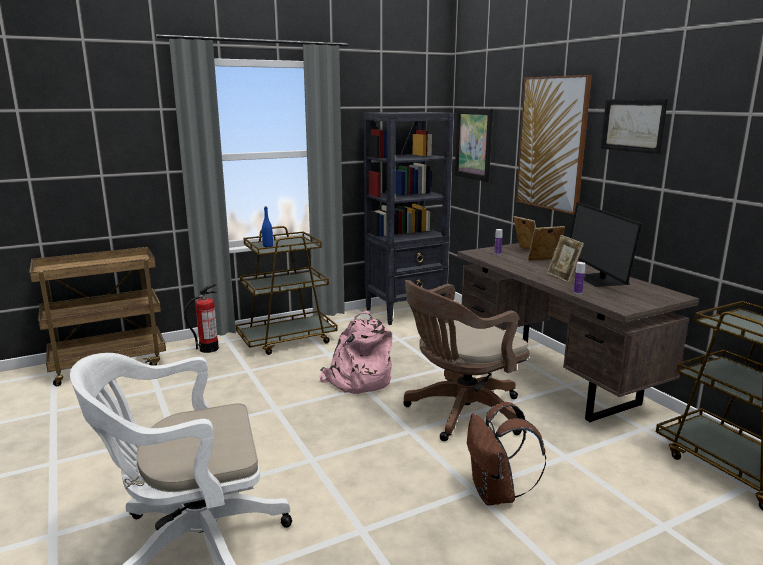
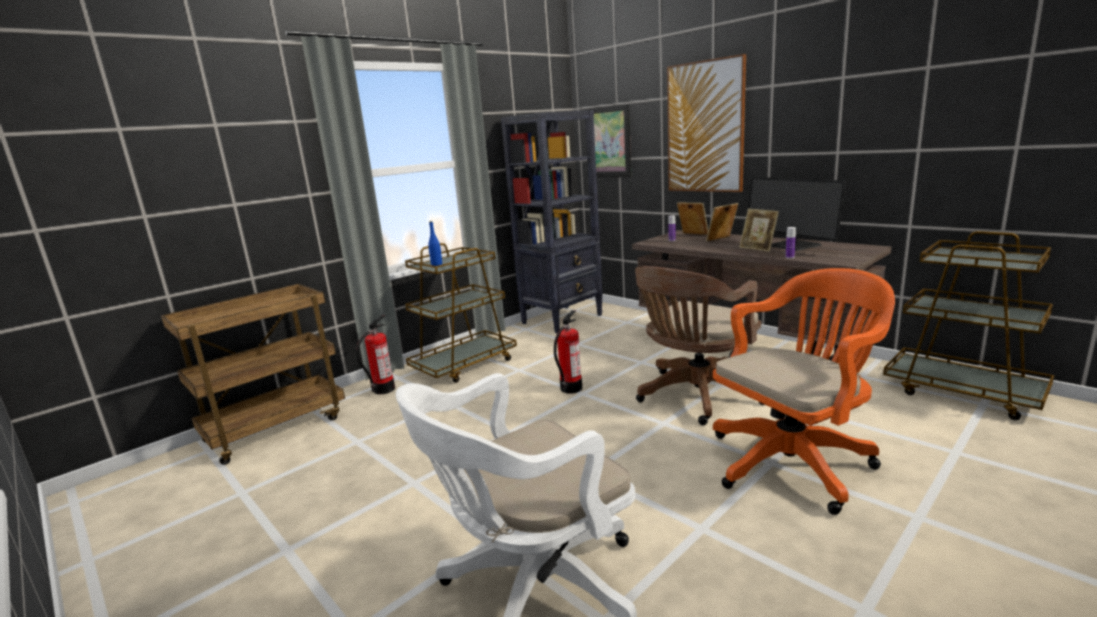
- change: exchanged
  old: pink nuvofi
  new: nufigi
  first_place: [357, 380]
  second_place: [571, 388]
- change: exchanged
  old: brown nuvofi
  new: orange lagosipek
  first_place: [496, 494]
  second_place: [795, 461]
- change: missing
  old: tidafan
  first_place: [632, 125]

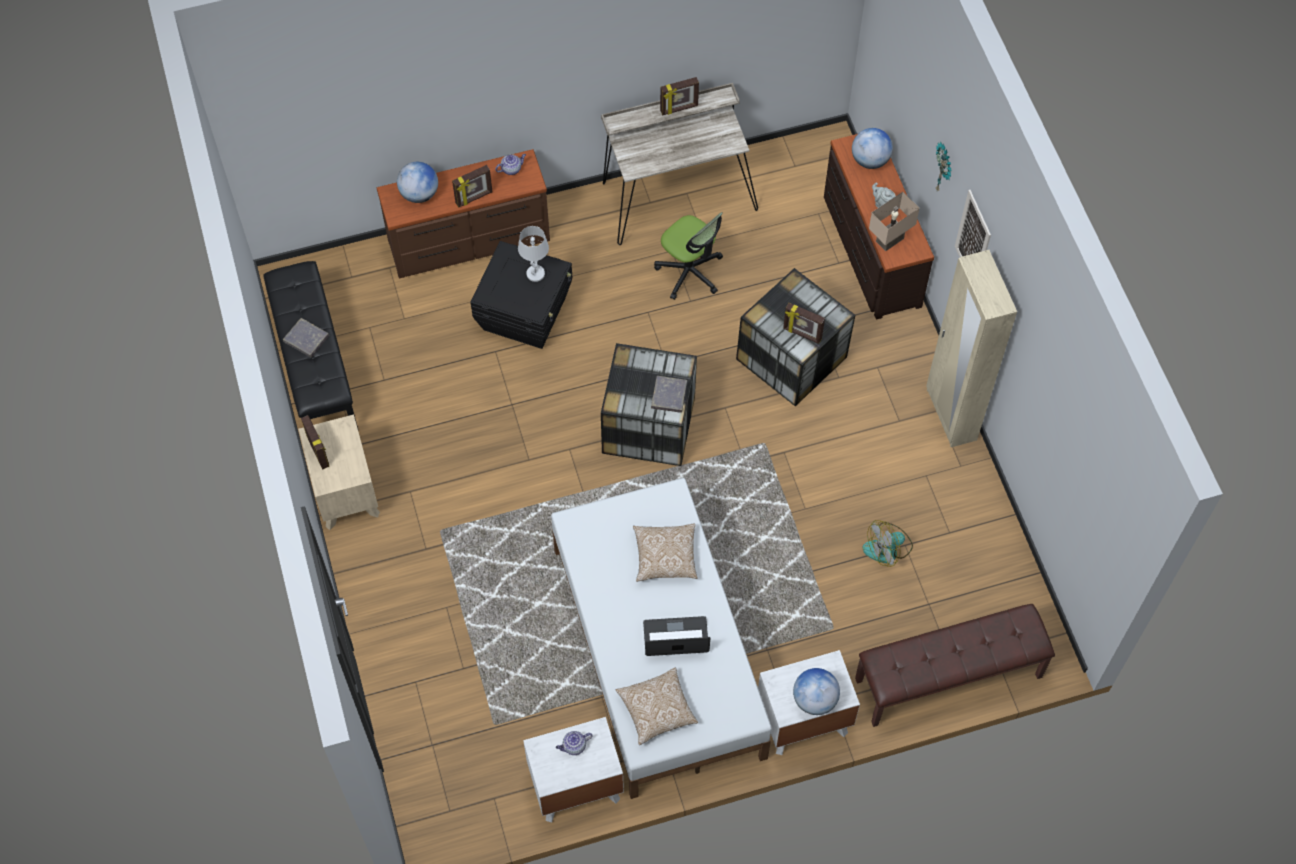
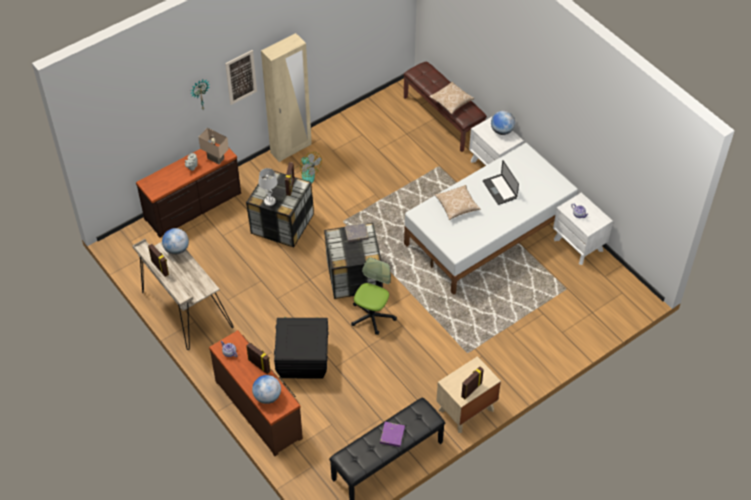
- change: colour
  old: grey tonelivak
  new: purple tonelivak
  first_place: [306, 339]
  second_place: [392, 435]
- change: relocated
  old: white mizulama
  first_place: [535, 274]
  second_place: [269, 201]
- change: relocated
  old: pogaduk
  first_place: [657, 710]
  second_place: [451, 102]
- change: relocated
  old: lagosipek
  first_place: [690, 272]
  second_place: [372, 316]
- change: relocated
  old: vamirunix
  first_place: [870, 160]
  second_place: [177, 249]
- change: relocated
  old: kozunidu
  first_place: [888, 548]
  second_place: [305, 174]

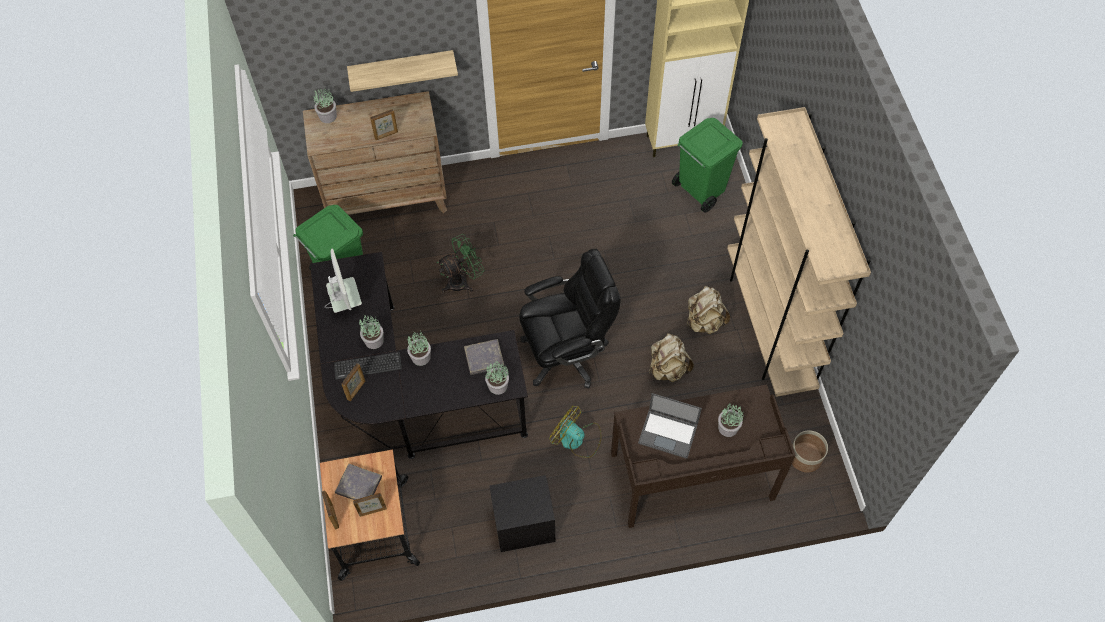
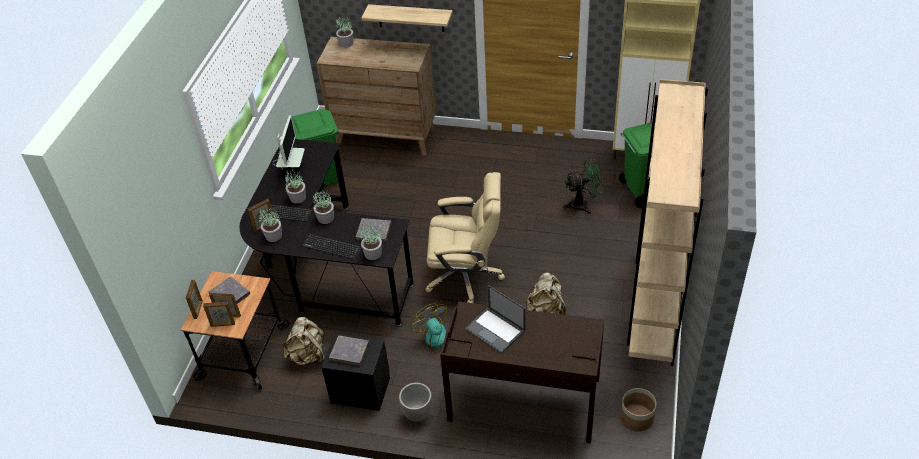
- change: relocated
  old: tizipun
  first_place: [386, 135]
  second_place: [222, 325]
- change: relocated
  old: green kozunidu
  first_place: [462, 281]
  second_place: [583, 204]
- change: colour
  old: black lagosipek
  new: beige lagosipek
  first_place: [566, 353]
  second_place: [466, 276]
- change: relocated
  old: beige nuvofi
  first_place: [704, 321]
  second_place: [308, 356]
- change: relocated
  old: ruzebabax
  first_place: [727, 428]
  second_place: [273, 236]
- change: appeared
  new: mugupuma
  second_place: [332, 247]
- change: appeared
  new: grey tonelivak
  second_place: [349, 352]
- change: appeared
  new: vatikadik
  second_place: [418, 414]

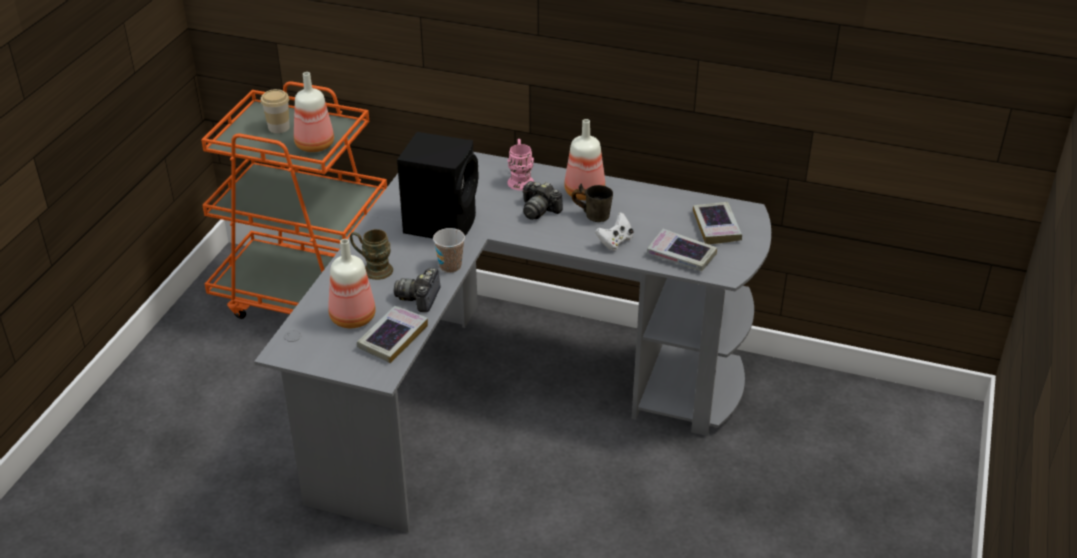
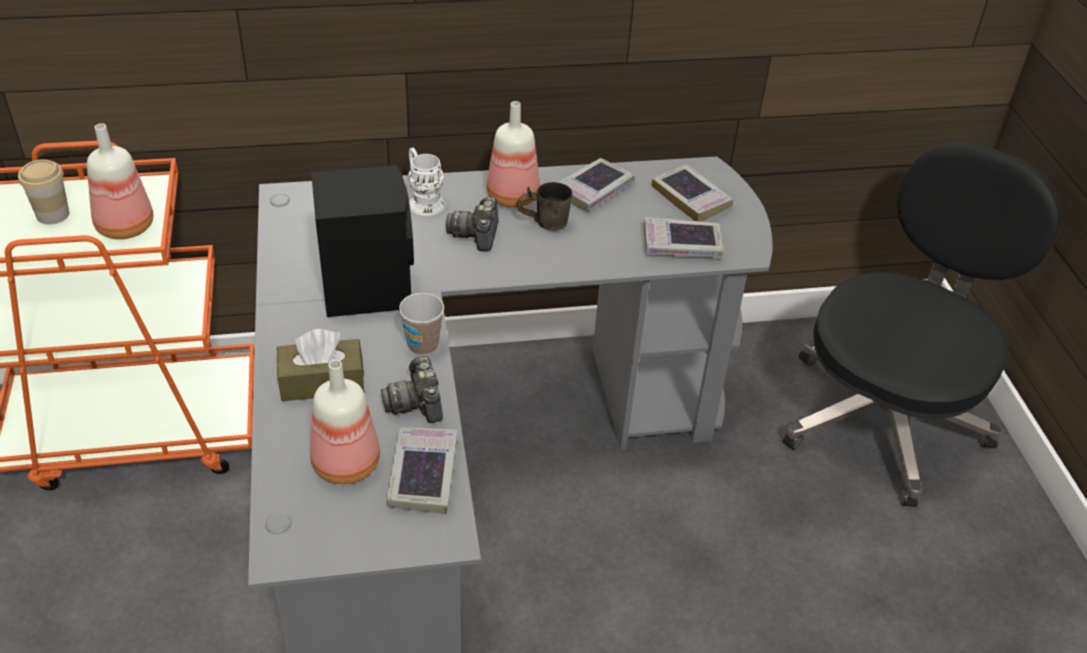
- change: exchanged
  old: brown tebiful
  new: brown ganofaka
  first_place: [372, 269]
  second_place: [322, 382]
- change: colour
  old: pink tebiful
  new: white tebiful
  first_place: [520, 179]
  second_place: [423, 200]
- change: spun
  old: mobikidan
  first_place: [539, 210]
  second_place: [476, 234]
  degrees: 90
- change: missing
  old: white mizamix
  first_place: [615, 242]
- change: appeared
  new: tonelivak
  second_place: [593, 190]
- change: appeared
  new: black lagosipek
  second_place: [884, 417]

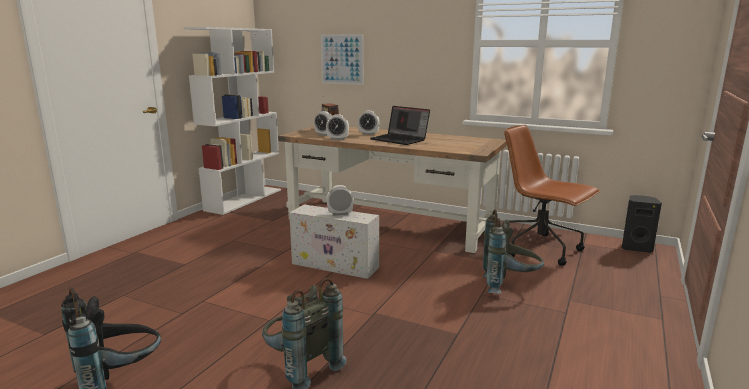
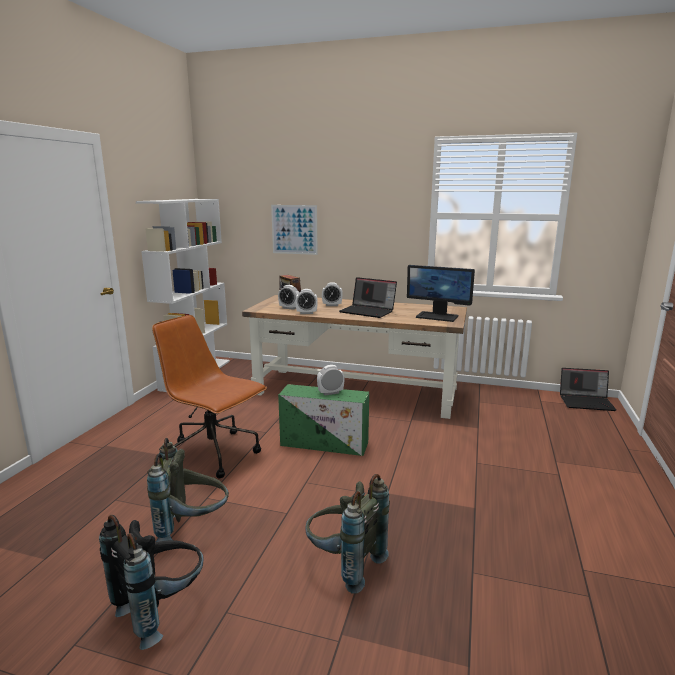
- change: colour
  old: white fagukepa
  new: green fagukepa
  first_place: [336, 266]
  second_place: [325, 444]
- change: relocated
  old: grey nuvofi
  first_place: [509, 286]
  second_place: [193, 527]
- change: relocated
  old: brown lagosipek
  first_place: [540, 249]
  second_place: [214, 454]
- change: exchanged
  old: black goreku
  new: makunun
  first_place: [636, 248]
  second_place: [586, 402]
- change: appeared
  new: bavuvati
  second_place: [437, 316]

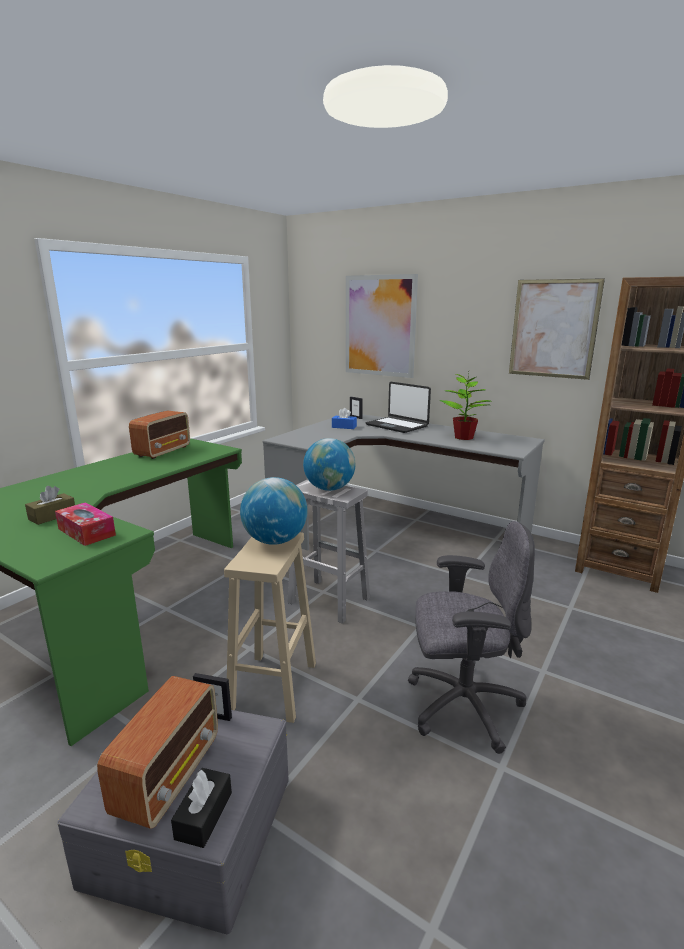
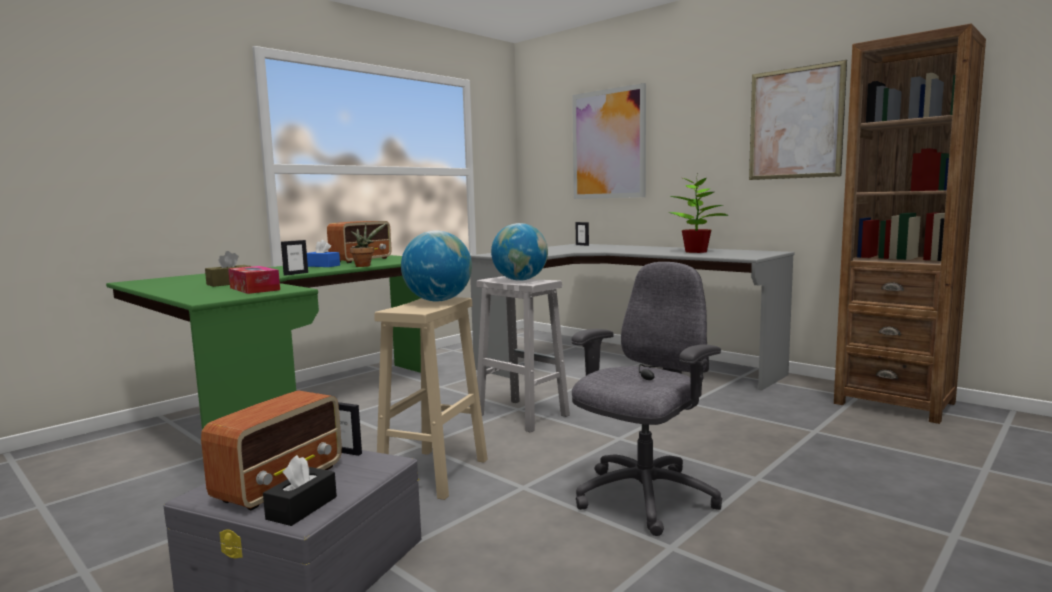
- change: relocated
  old: blue ganofaka
  first_place: [344, 427]
  second_place: [323, 266]
- change: missing
  old: makunun
  first_place: [397, 425]
- change: spun
  old: grey lagosipek
  first_place: [462, 705]
  second_place: [643, 498]
  degrees: -60
- change: appeared
  new: tizipun
  second_place: [296, 274]
- change: appeared
  new: ruzebabax
  second_place: [365, 266]

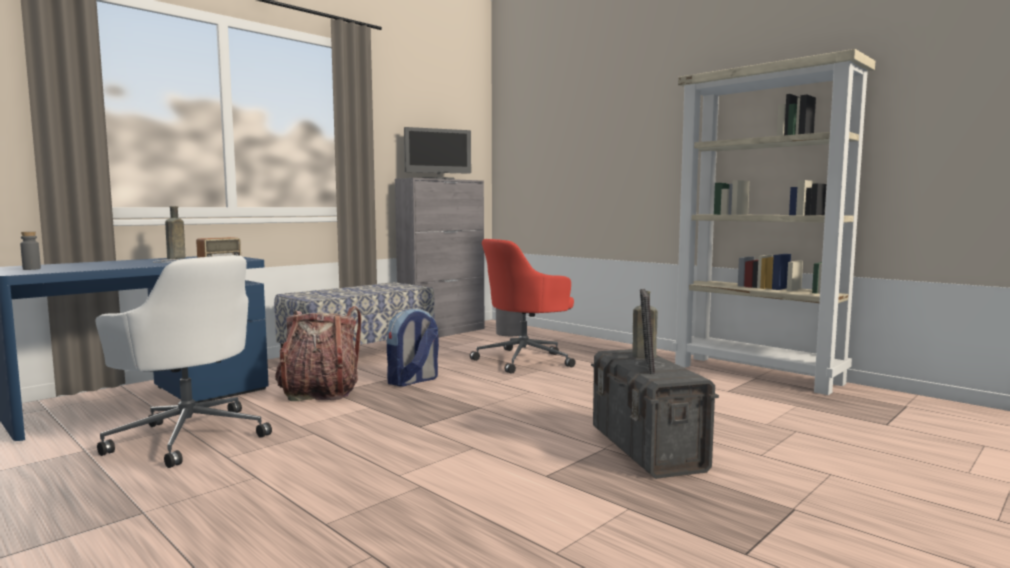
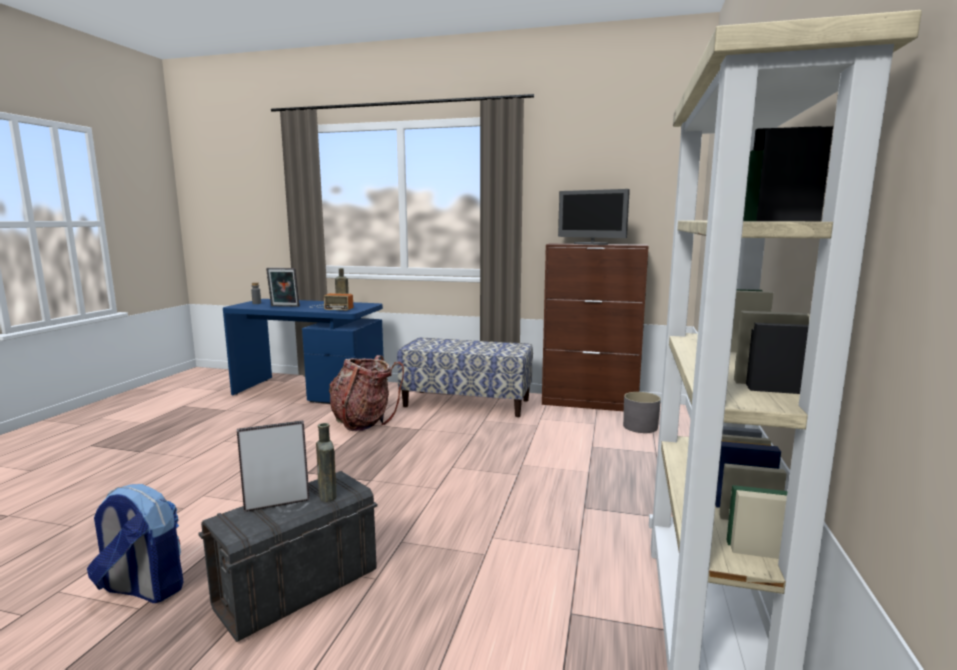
- change: missing
  old: white lagosipek
  first_place: [189, 436]
- change: relocated
  old: nuvofi
  first_place: [412, 381]
  second_place: [143, 588]
- change: colour
  old: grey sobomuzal
  new: brown sobomuzal
  first_place: [443, 333]
  second_place: [590, 403]
- change: missing
  old: red lagosipek
  first_place: [525, 360]
- change: appeared
  new: tizipun
  second_place: [284, 306]

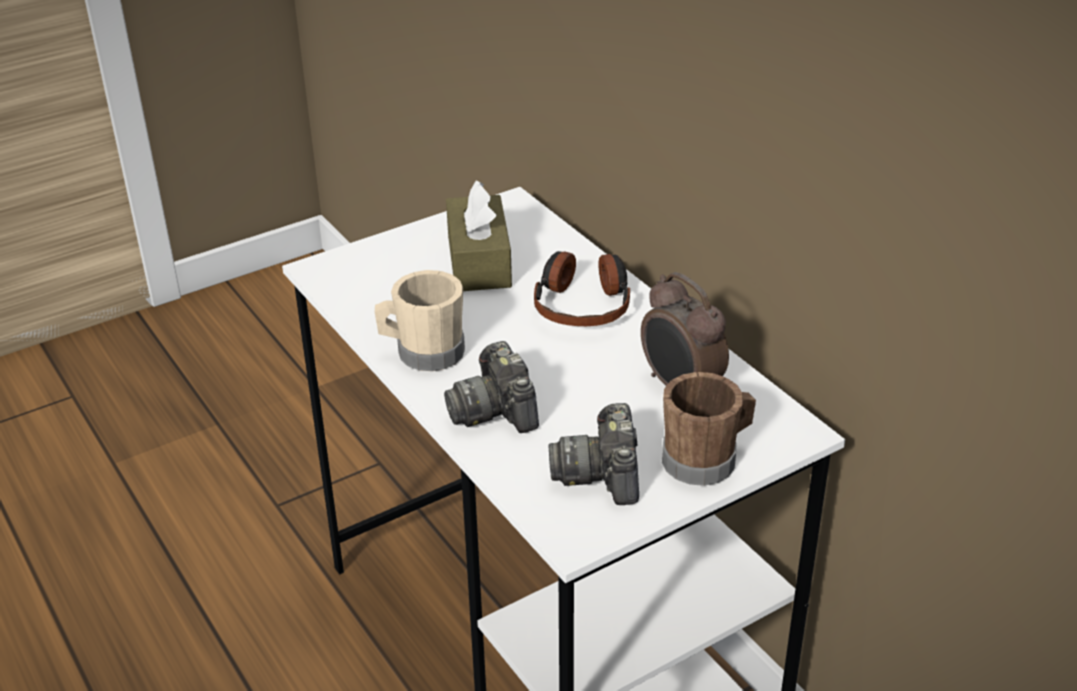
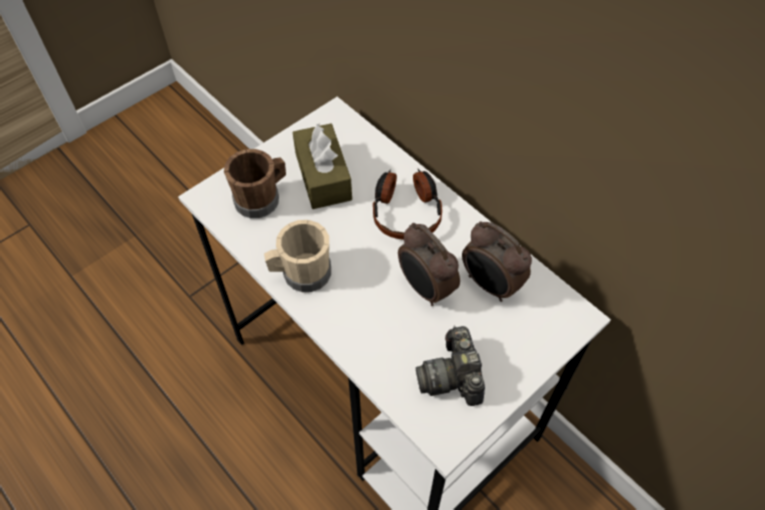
- change: missing
  old: mobikidan
  first_place: [495, 410]
- change: relocated
  old: brown tebiful
  first_place: [706, 459]
  second_place: [261, 198]
- change: appeared
  new: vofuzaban
  second_place: [425, 288]

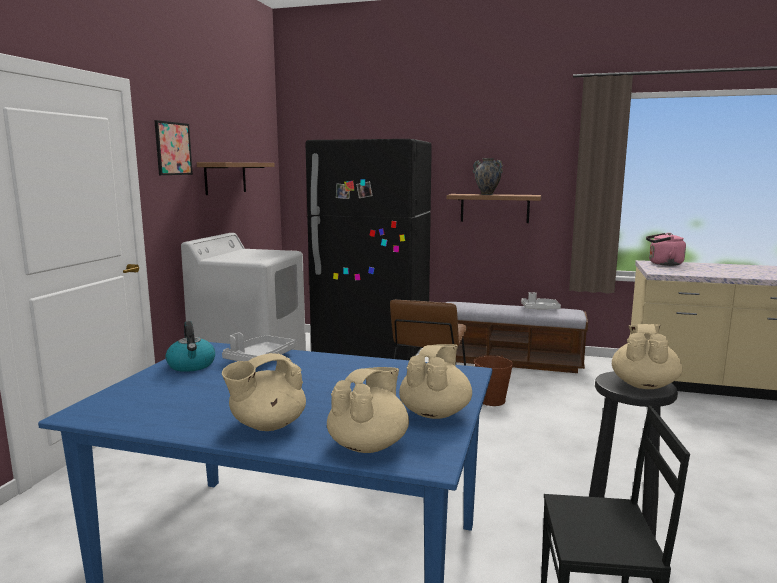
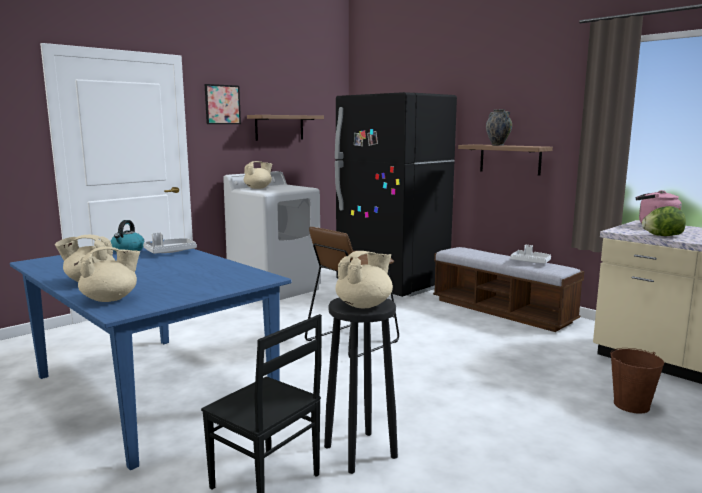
- change: relocated
  old: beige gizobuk
  first_place: [435, 413]
  second_place: [258, 188]
- change: relocated
  old: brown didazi
  first_place: [492, 400]
  second_place: [631, 405]
- change: appeared
  new: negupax
  second_place: [662, 236]

